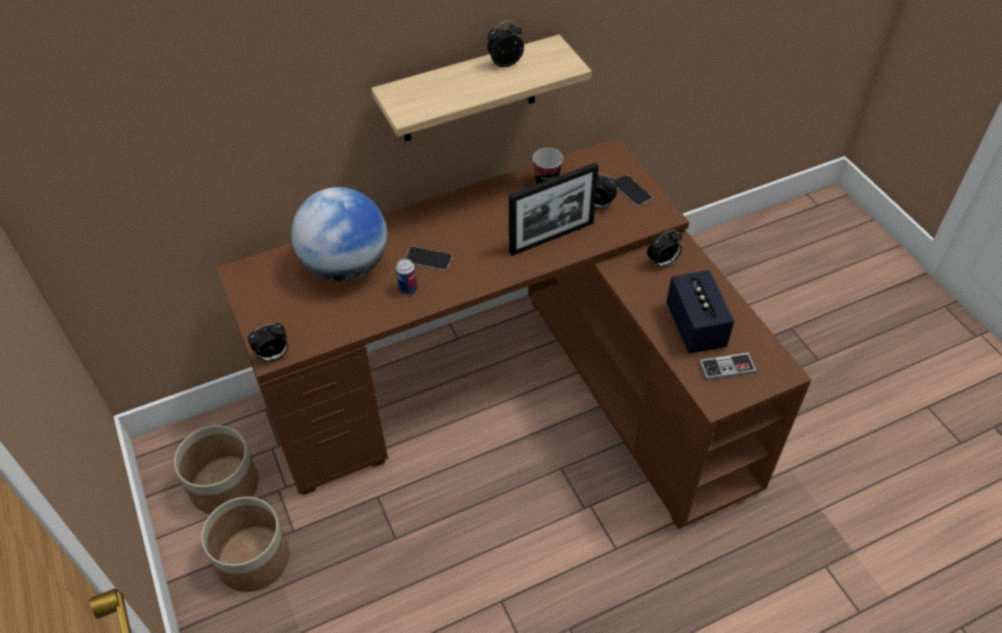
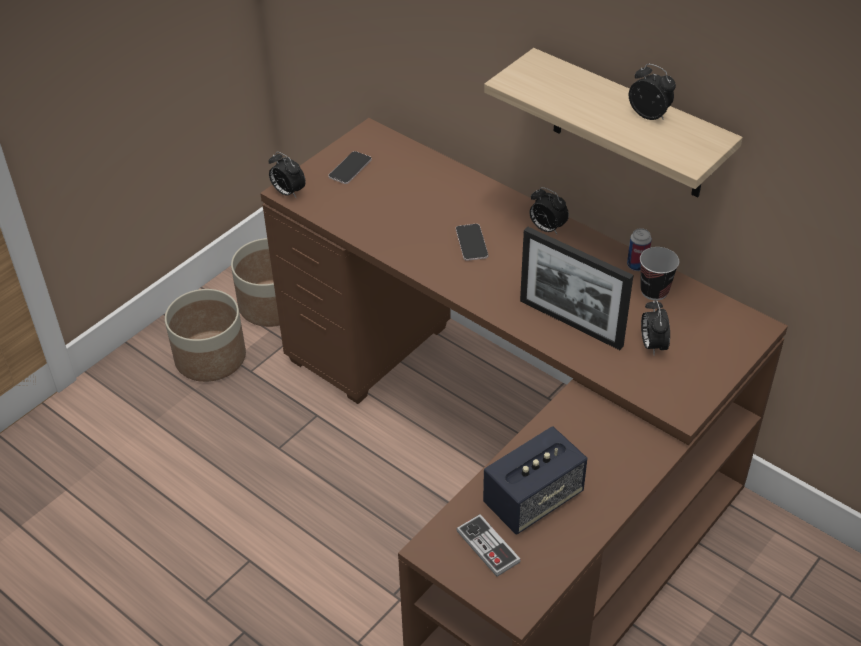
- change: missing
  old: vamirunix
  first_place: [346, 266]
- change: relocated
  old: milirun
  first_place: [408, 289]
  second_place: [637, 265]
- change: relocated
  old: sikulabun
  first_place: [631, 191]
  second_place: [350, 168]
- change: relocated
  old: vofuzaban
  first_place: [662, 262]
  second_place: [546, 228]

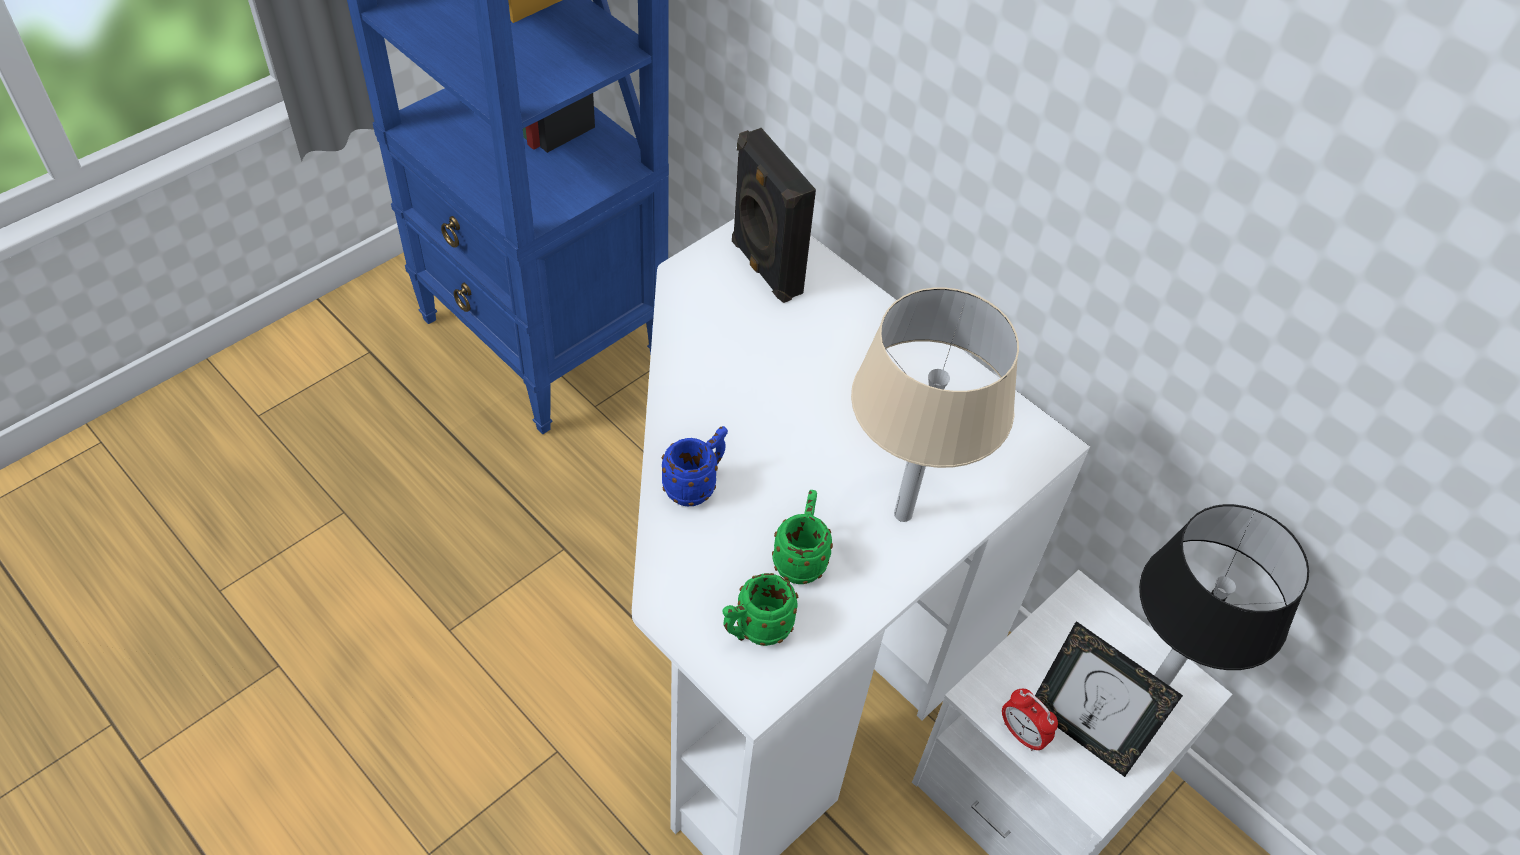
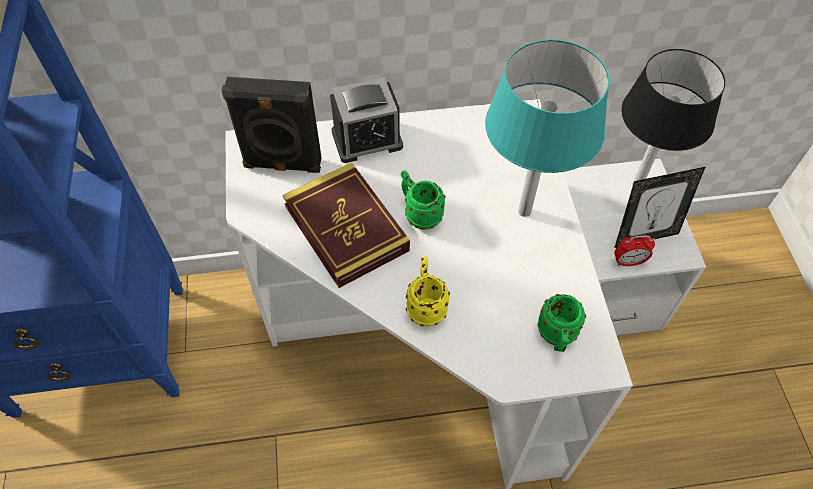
- change: colour
  old: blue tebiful
  new: yellow tebiful
  first_place: [696, 485]
  second_place: [426, 305]
- change: relocated
  old: green tebiful
  first_place: [801, 558]
  second_place: [419, 214]
- change: colour
  old: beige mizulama
  new: turquoise mizulama
  first_place: [903, 514]
  second_place: [524, 211]
- change: appeared
  new: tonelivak
  second_place: [346, 228]
- change: appeared
  new: vofuzaban
  second_place: [367, 139]

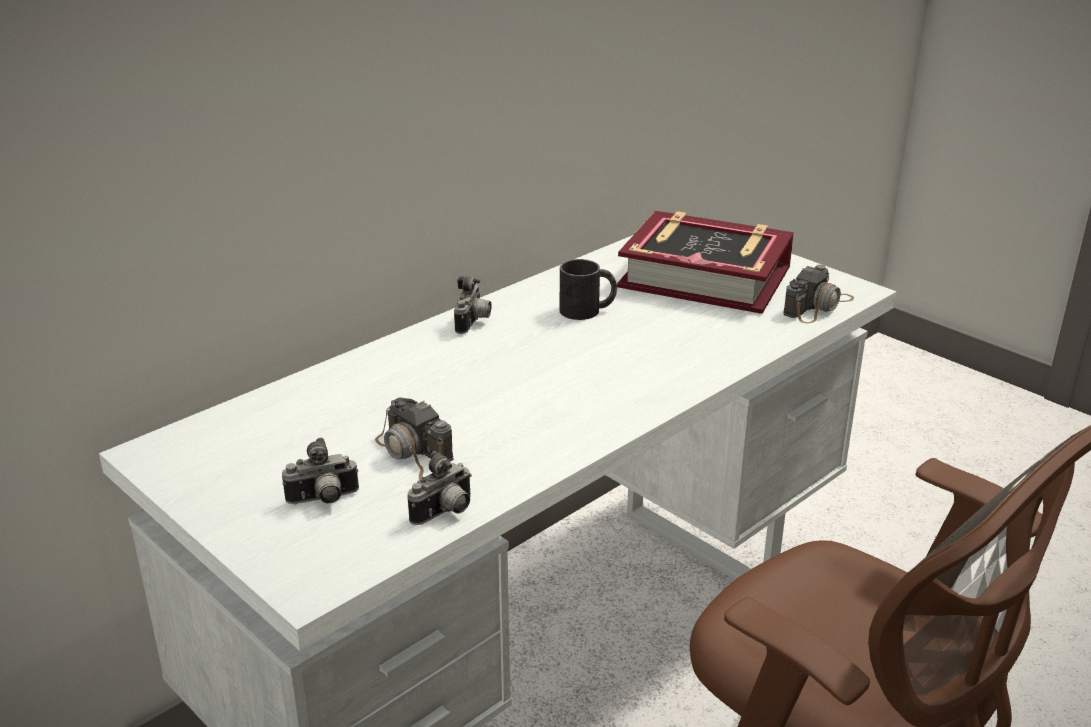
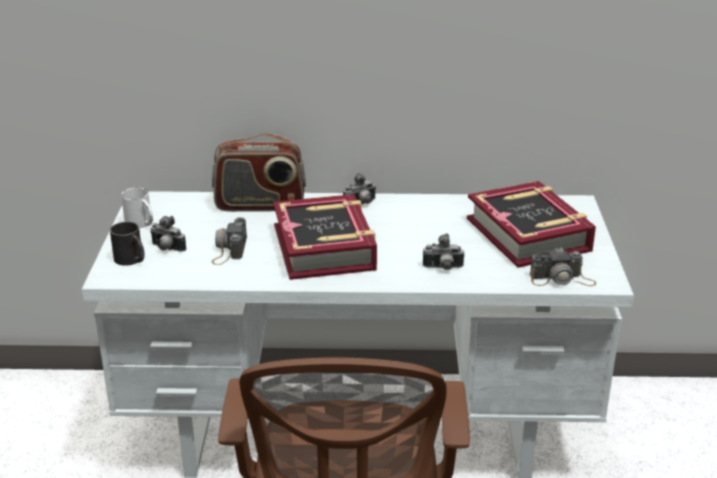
- change: relocated
  old: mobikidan
  first_place: [445, 513]
  second_place: [443, 268]
- change: relocated
  old: black tebiful
  first_place: [588, 310]
  second_place: [132, 260]
- change: appeared
  new: white tebiful
  second_place: [141, 224]
- change: appeared
  new: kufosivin
  second_place: [260, 205]
- change: appeared
  new: tonelivak
  second_place: [325, 247]

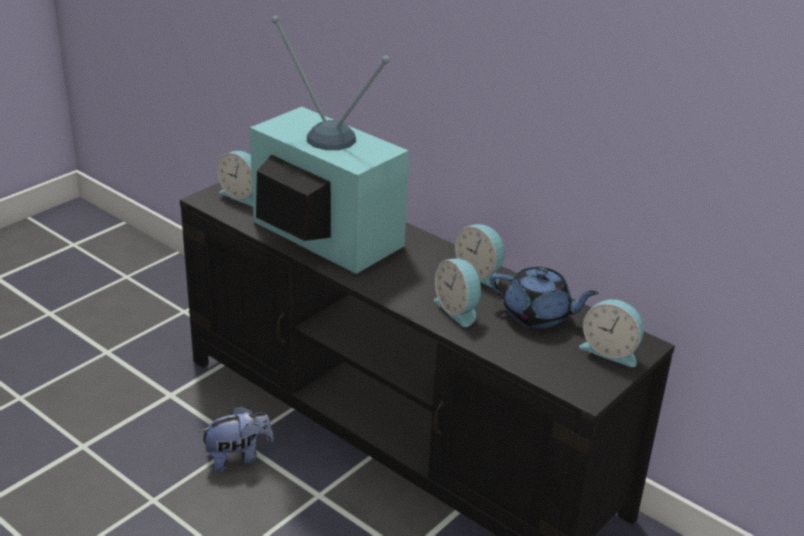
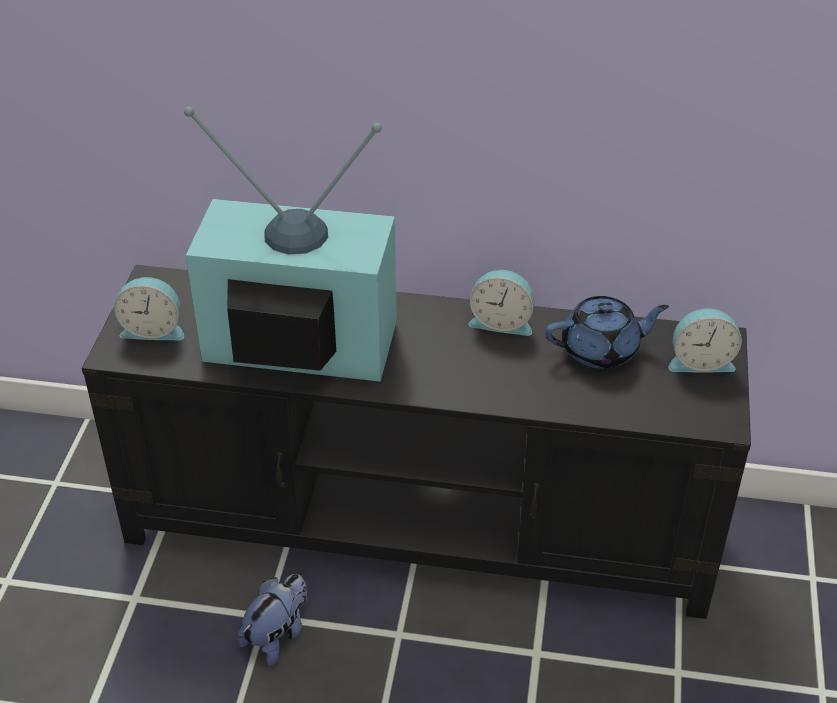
- change: missing
  old: vofuzaban
  first_place: [458, 309]

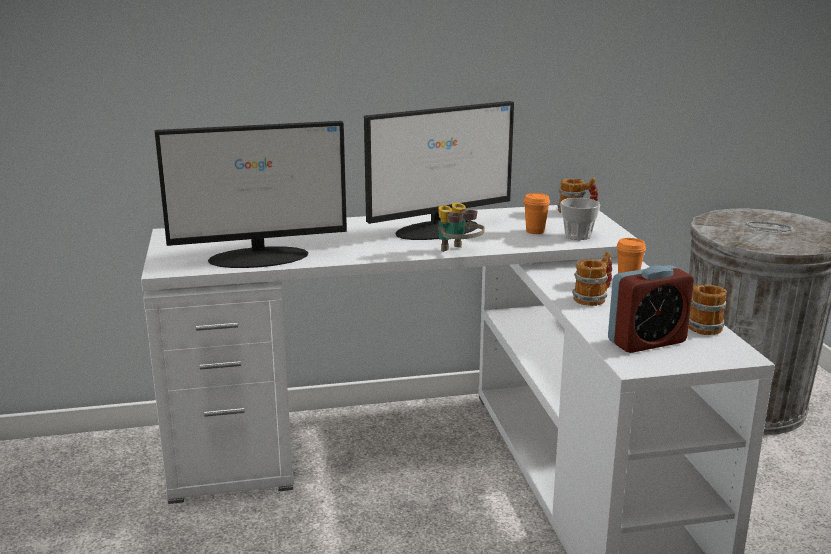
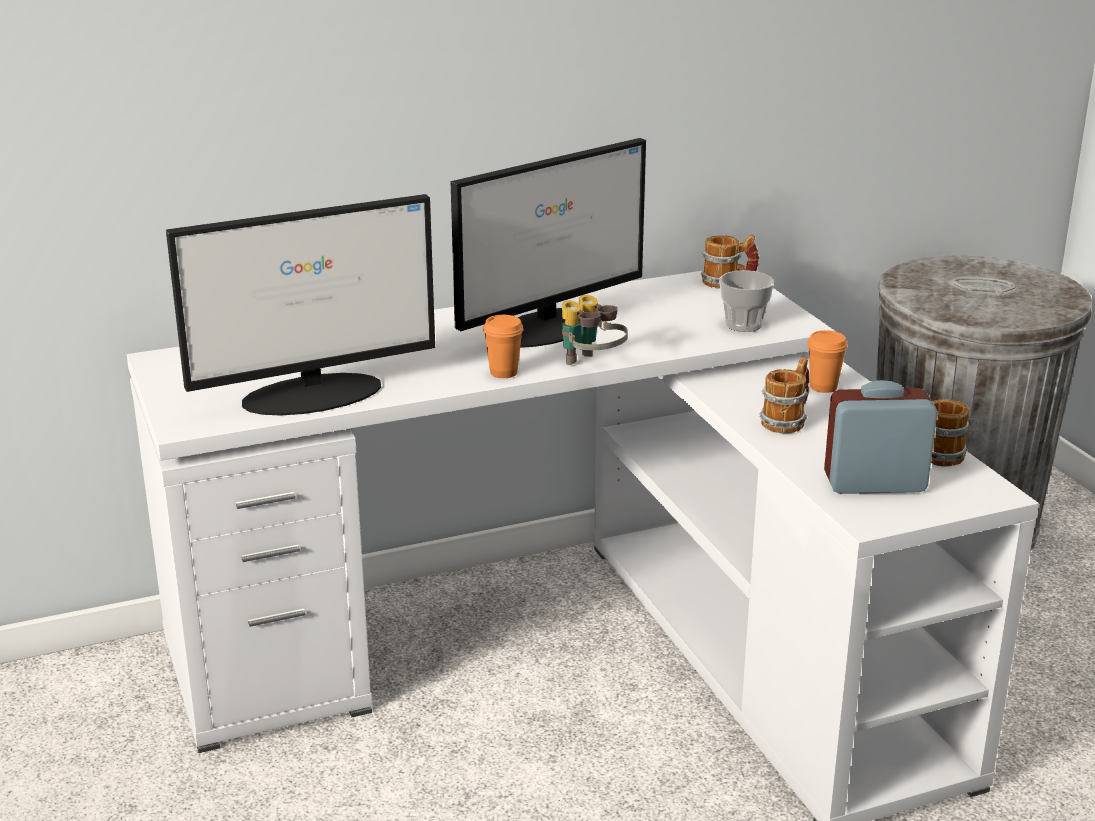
- change: relocated
  old: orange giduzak
  first_place: [535, 231]
  second_place: [503, 372]
- change: spun
  old: vofuzaban
  first_place: [646, 342]
  second_place: [874, 483]
  degrees: -150

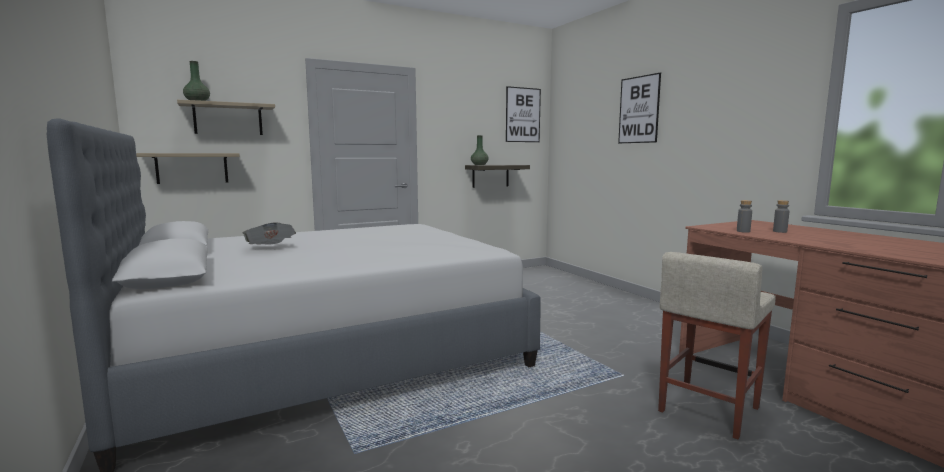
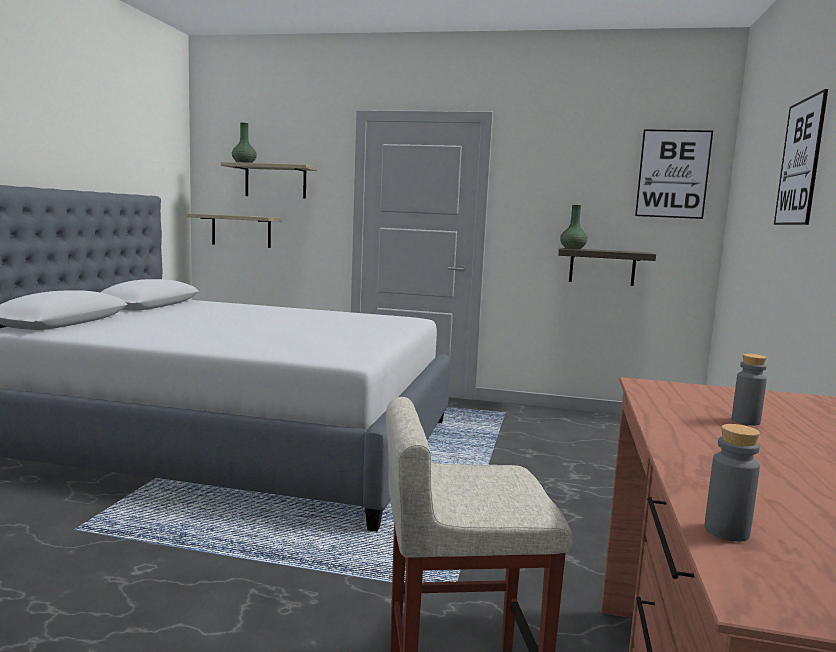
- change: missing
  old: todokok
  first_place: [271, 248]
- change: relocated
  old: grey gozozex
  first_place: [743, 231]
  second_place: [726, 531]

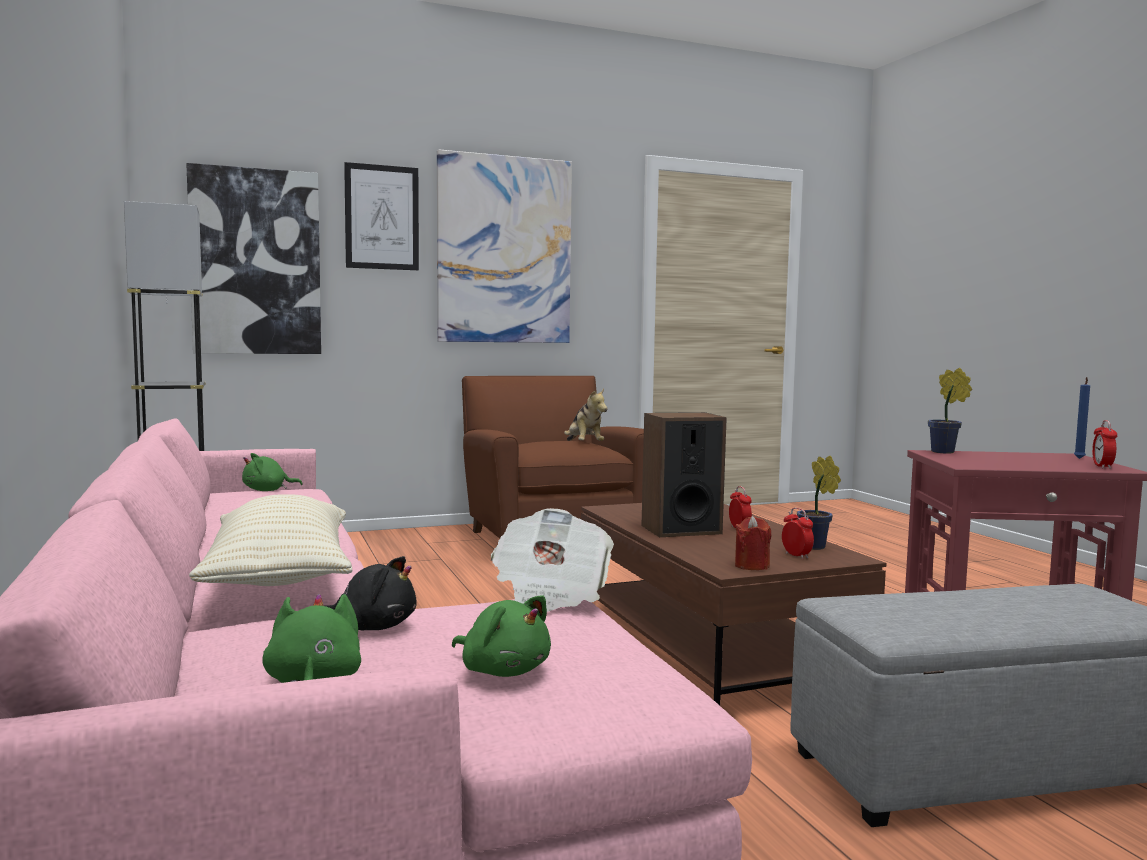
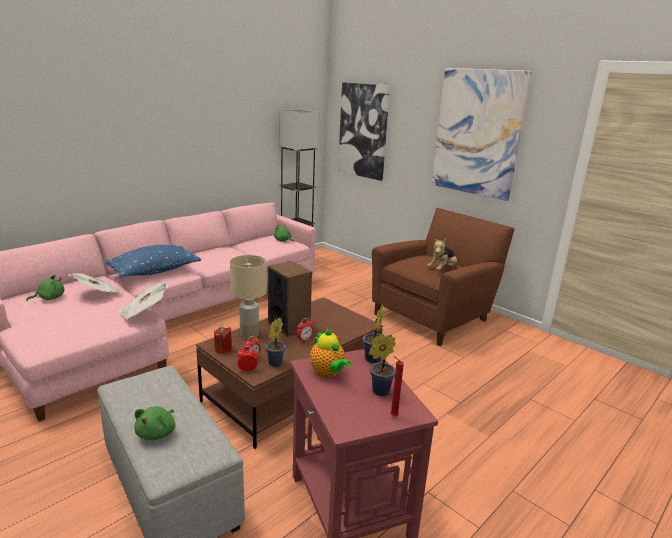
- change: colour
  old: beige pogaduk
  new: blue pogaduk
  first_place: [280, 576]
  second_place: [154, 272]
- change: exchanged
  old: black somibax
  new: todokok
  first_place: [372, 626]
  second_place: [98, 294]
- change: missing
  old: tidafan
  first_place: [382, 217]
- change: relocated
  old: green somibax
  first_place: [503, 670]
  second_place: [157, 433]
- change: colour
  old: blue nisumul
  new: red nisumul
  first_place: [1079, 459]
  second_place: [392, 416]
- change: relocated
  old: vofuzaban
  first_place: [1102, 466]
  second_place: [247, 370]
- change: appeared
  new: beige mizulama
  second_place: [249, 334]
- change: appeared
  new: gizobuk
  second_place: [328, 372]
- change: appeared
  new: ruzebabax
  second_place: [378, 391]

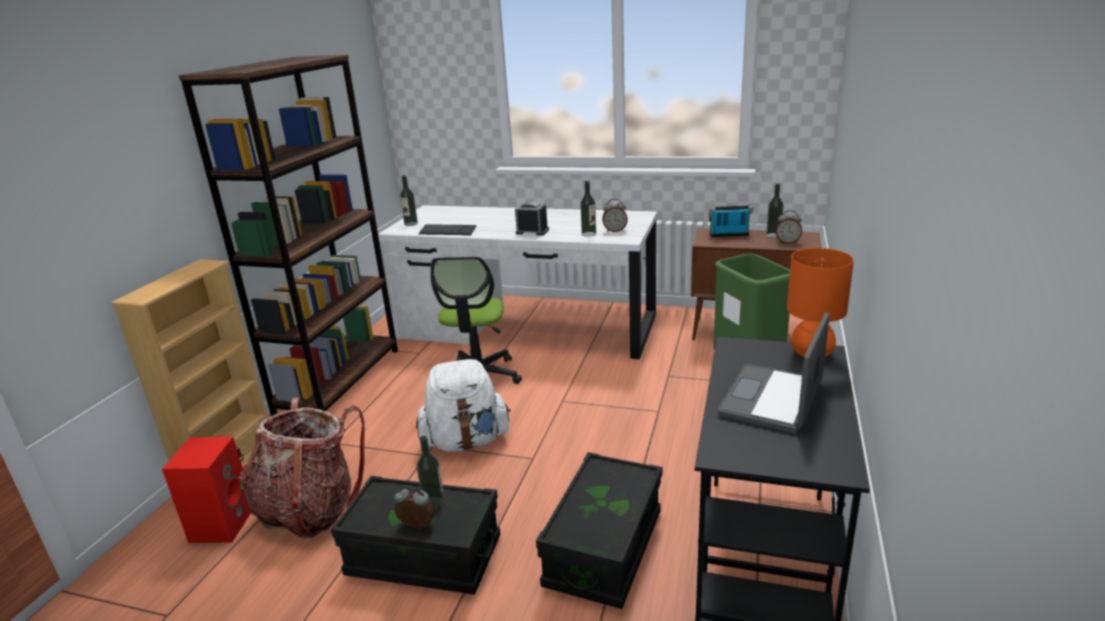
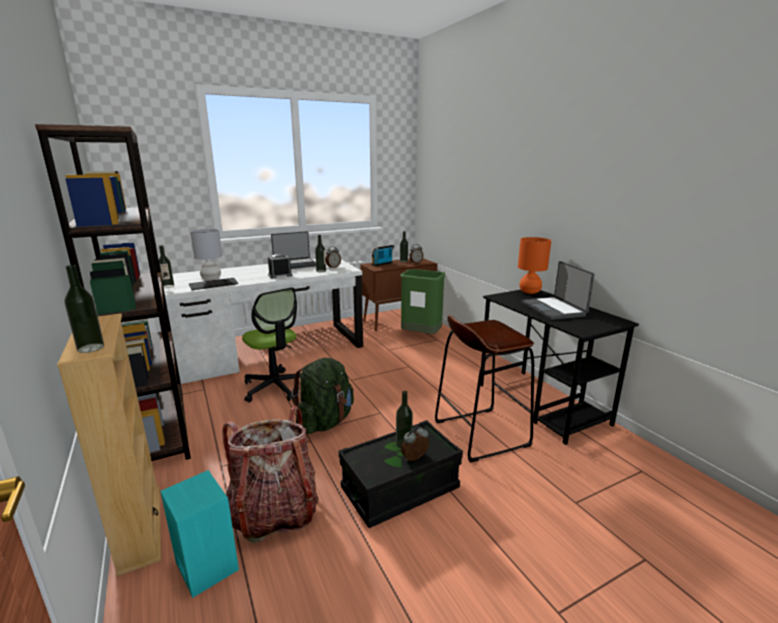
- change: colour
  old: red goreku
  new: turquoise goreku
  first_place: [221, 523]
  second_place: [205, 565]
- change: colour
  old: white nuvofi
  new: green nuvofi
  first_place: [466, 441]
  second_place: [325, 422]
- change: exchanged
  old: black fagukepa
  new: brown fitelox
  first_place: [604, 549]
  second_place: [480, 433]
- change: appeared
  new: gozozex
  second_place: [91, 348]
- change: appeared
  new: grey mizulama
  second_place: [211, 279]
- change: appeared
  new: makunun
  second_place: [295, 265]

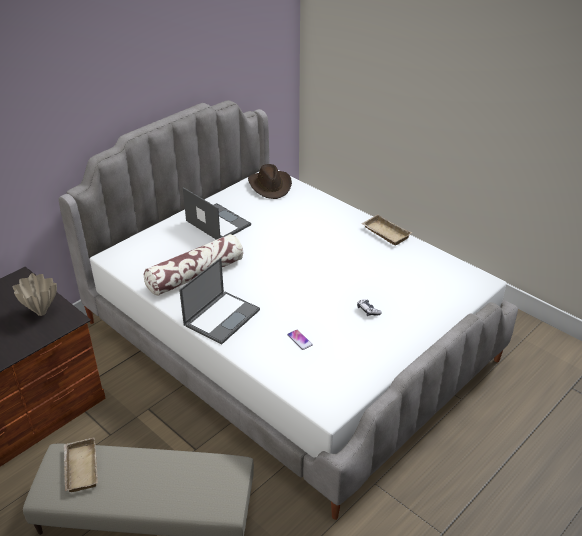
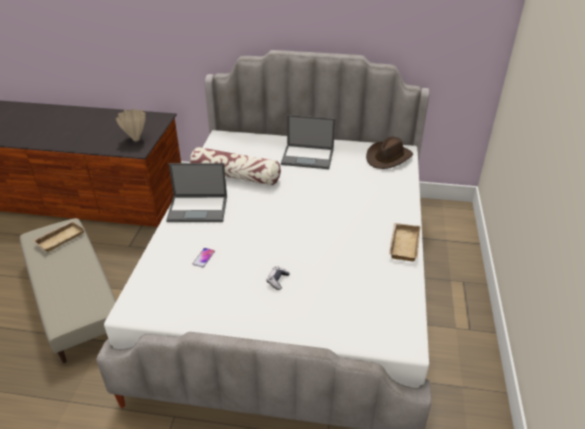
- change: spun
  old: makunun
  first_place: [217, 223]
  second_place: [308, 157]
  degrees: 90

